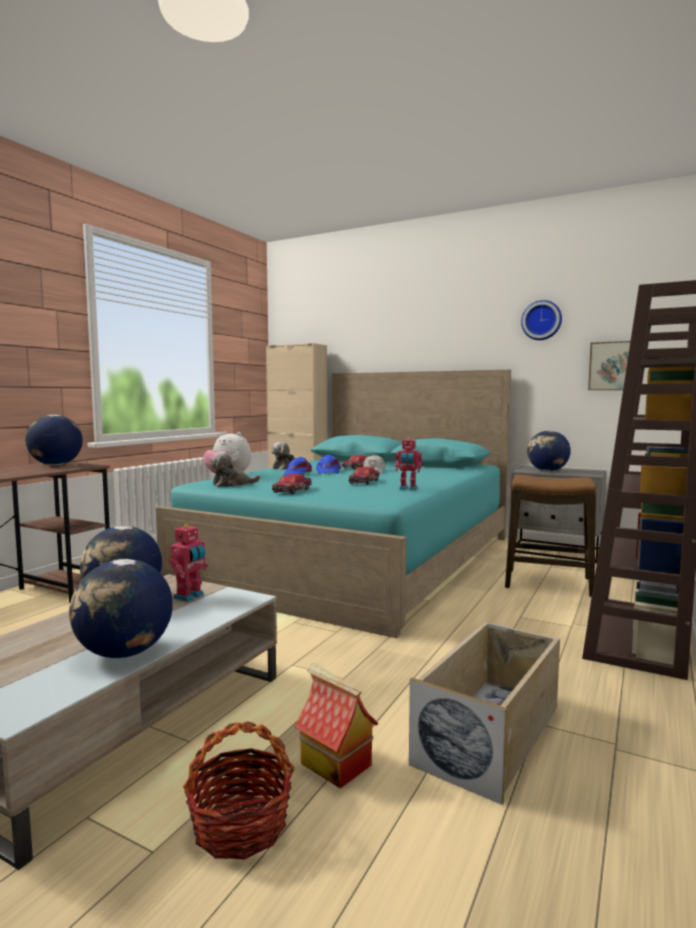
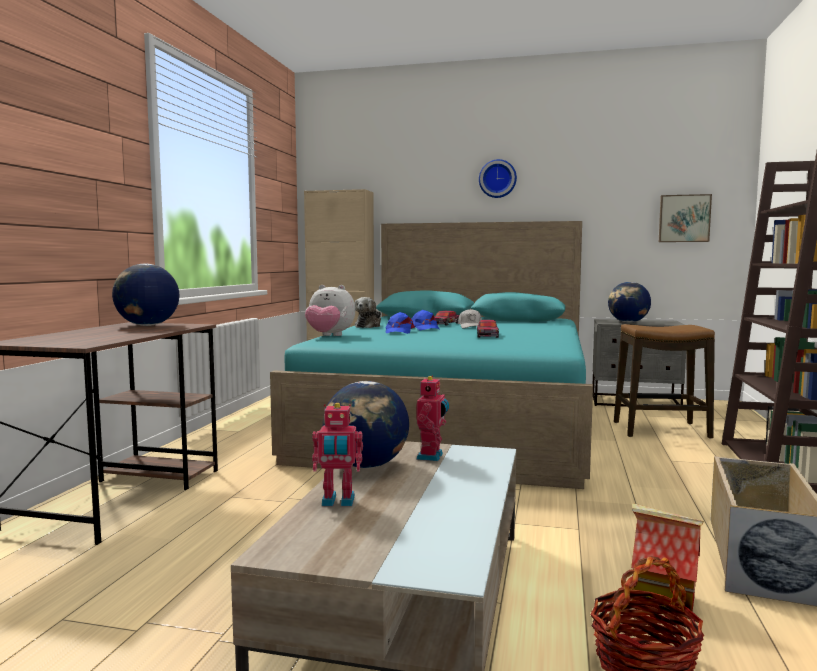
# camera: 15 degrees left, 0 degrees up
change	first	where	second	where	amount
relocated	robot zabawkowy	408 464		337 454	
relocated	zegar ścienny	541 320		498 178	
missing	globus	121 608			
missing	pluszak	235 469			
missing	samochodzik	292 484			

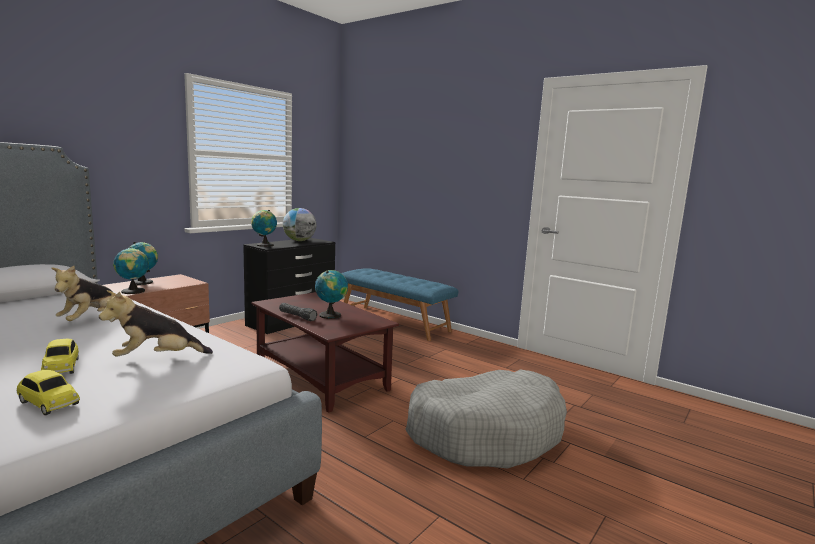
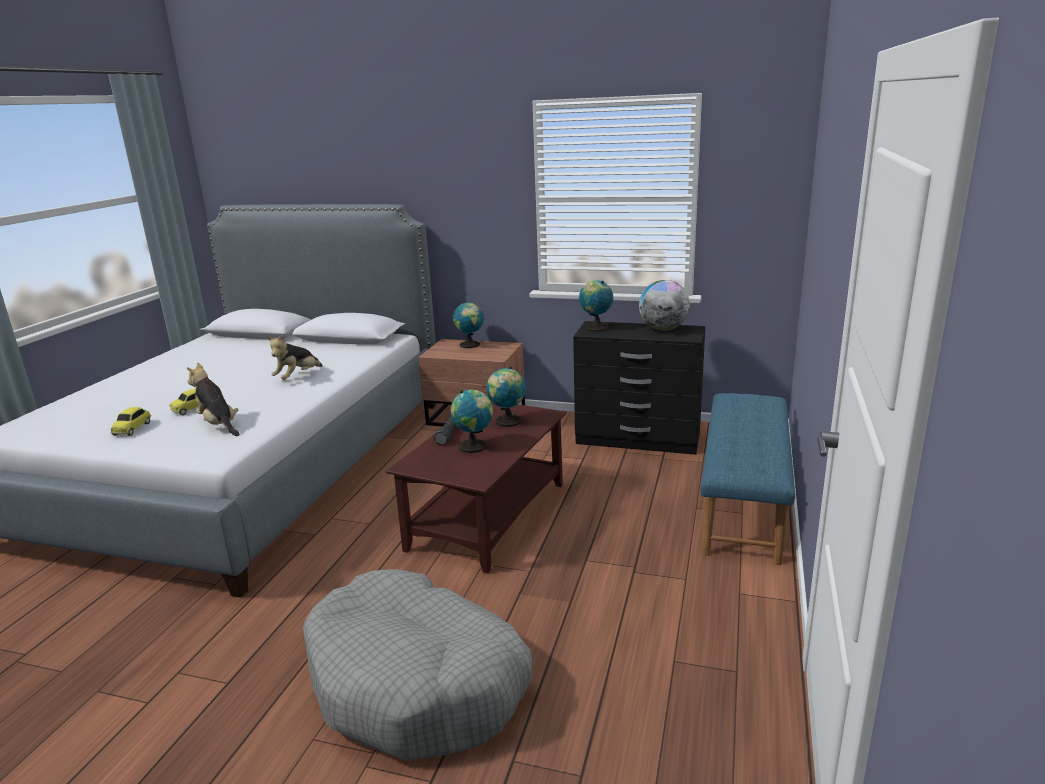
# camera: 70 degrees right, 10 degrees up
change	first	where	second	where	amount
spun	pluszak	82 293		294 357	60 degrees counterclockwise
relocated	globus	131 270		506 396	

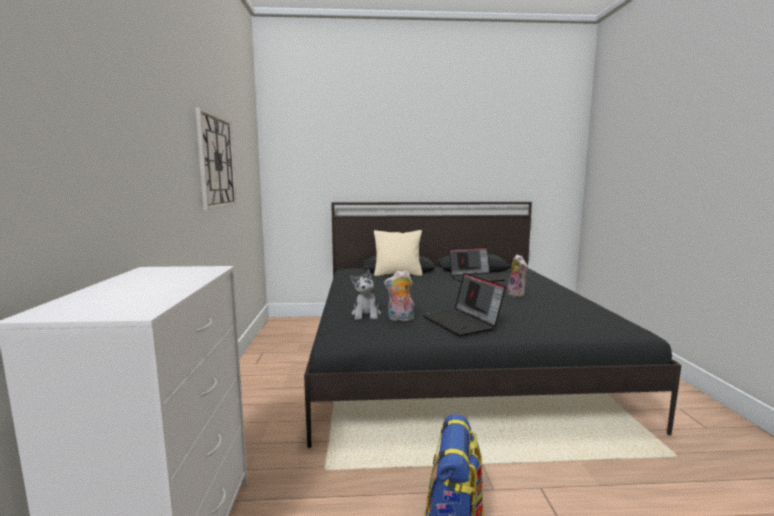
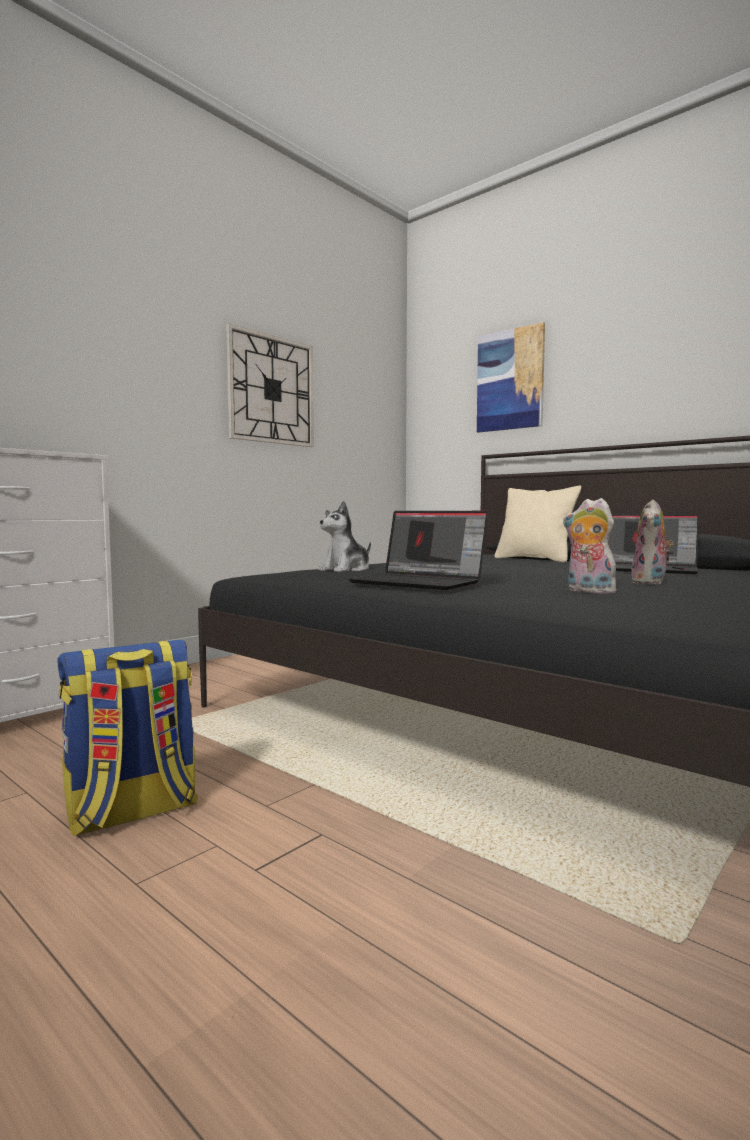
# camera: 45 degrees right, 5 degrees down
change	first	where	second	where	amount
spun	laptop	464 304		418 550	75 degrees counterclockwise
appeared			obraz	511 377	
relocated	pluszak	399 295		590 546	

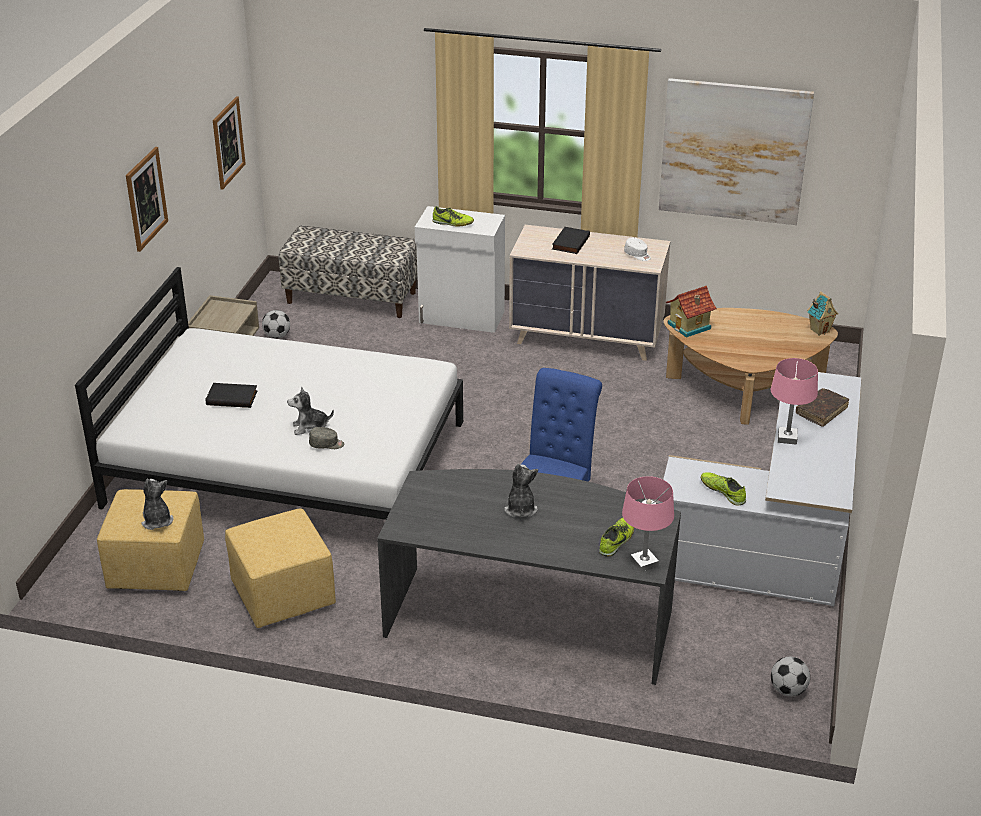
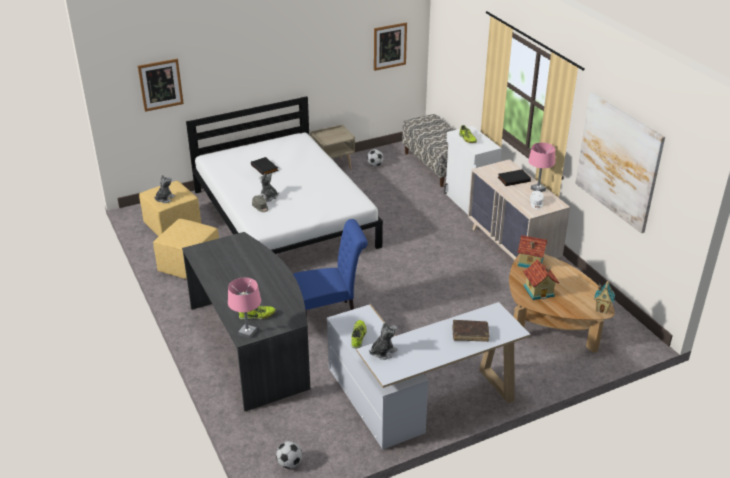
# camera: 50 degrees right, 0 degrees up
change	first	where	second	where	amount
relocated	obraz	147 199		161 85	
relocated	pluszak	521 490		383 341	
appeared			domek	541 279	
relocated	lampa stołowa/różowy	794 401		541 167	

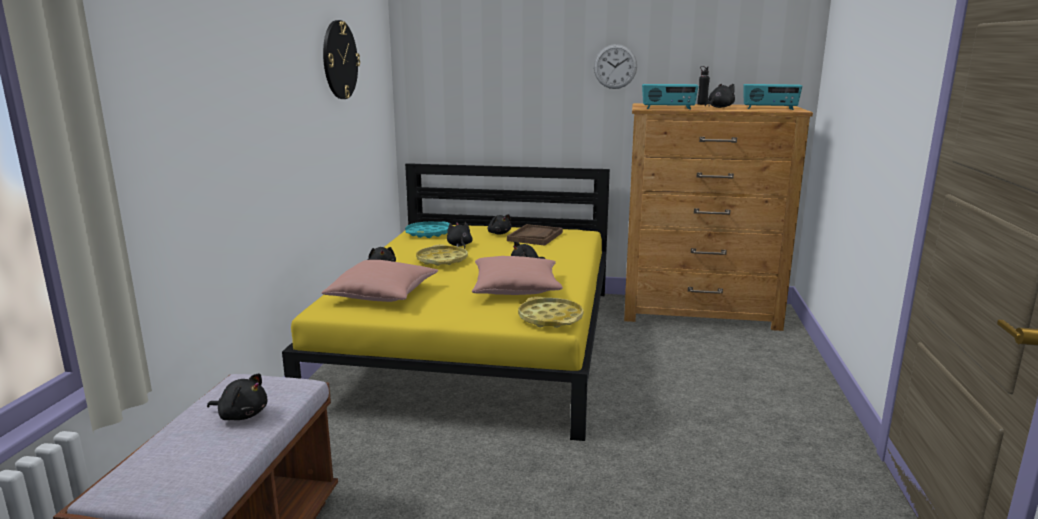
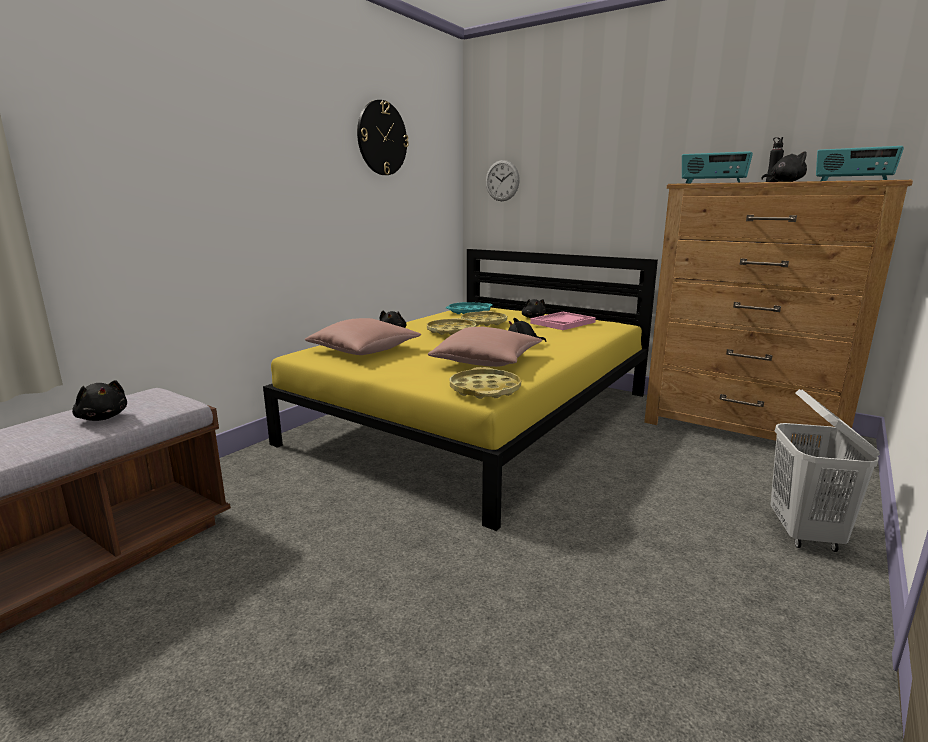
# camera: 25 degrees right, 0 degrees up
change	first	where	second	where	amount
exchanged	pluszak/czarny	460 235	taca/żółty	484 318	
relocated	zegar ścienny	615 66		503 180	
colour	taca/brązowy	535 234	taca/różowy	563 321	
appeared			kosz na pranie/biały	825 470	

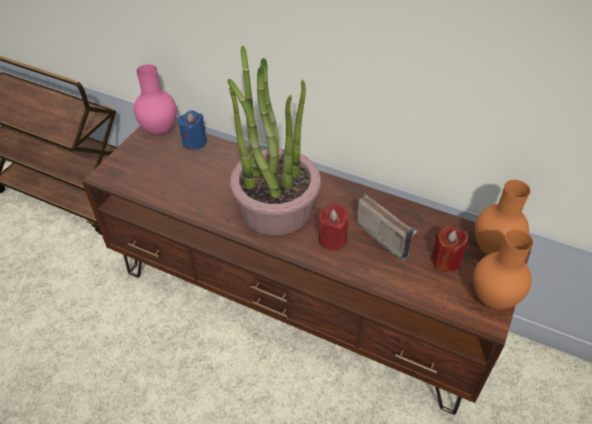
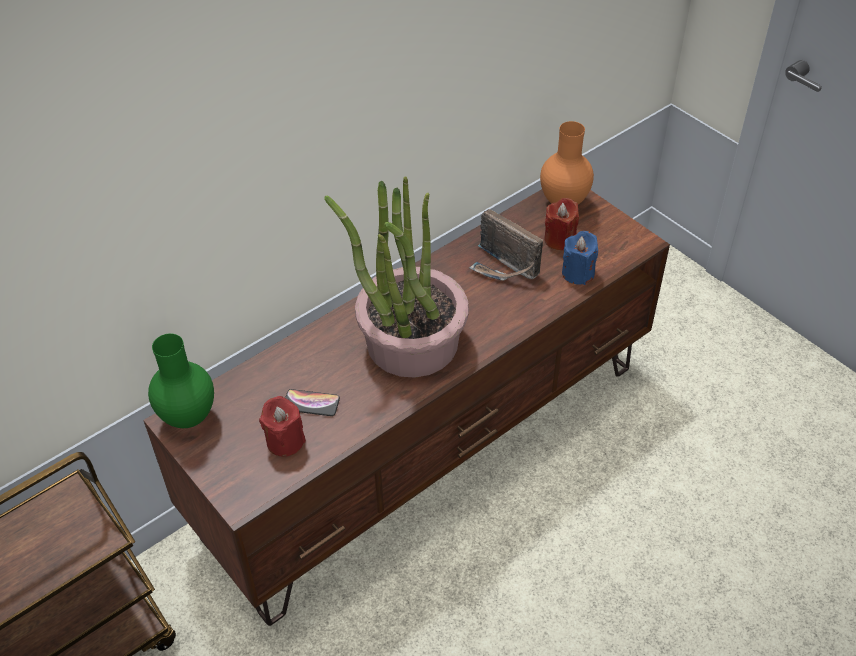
# camera: 65 degrees left, 0 degrees up
change	first	where	second	where	amount
colour	wazon/różowy	155 99	wazon/zielony	181 380	
relocated	świeca/czerwony	333 226		282 426	
appeared			telefon	312 402	
spun	radio	387 227		506 245	120 degrees counterclockwise
relocated	świeca/niebieski	192 130		580 258	
missing	wazon/pomarańczowy	503 269			

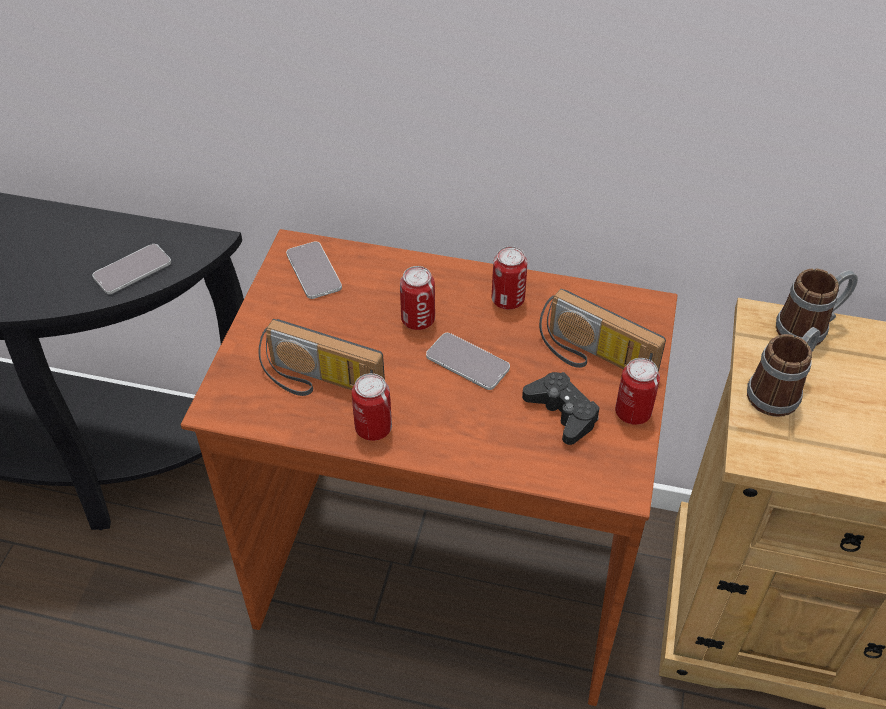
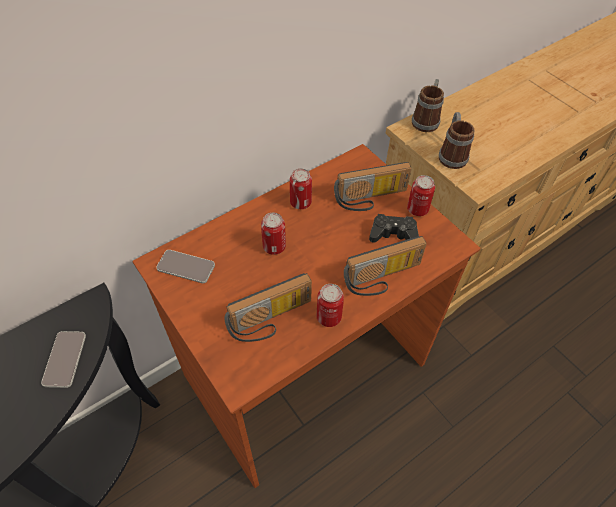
# camera: 50 degrees left, 5 degrees up
change	first	where	second	where	amount
appeared			radio	385 266	
missing	telefon	468 361			

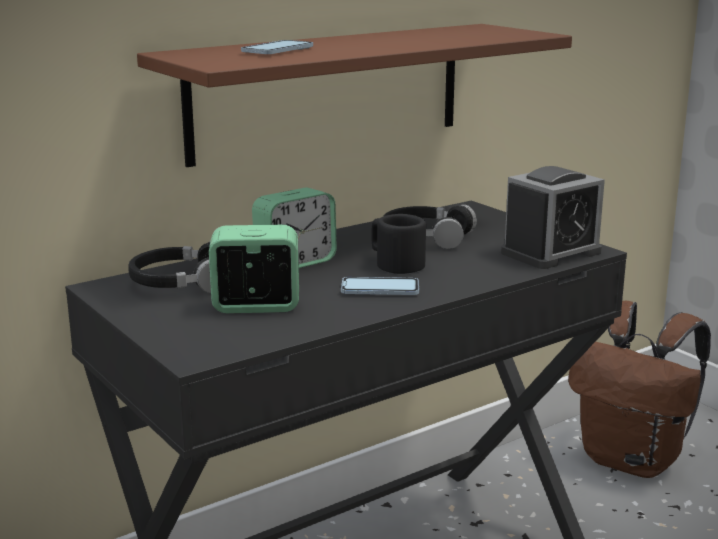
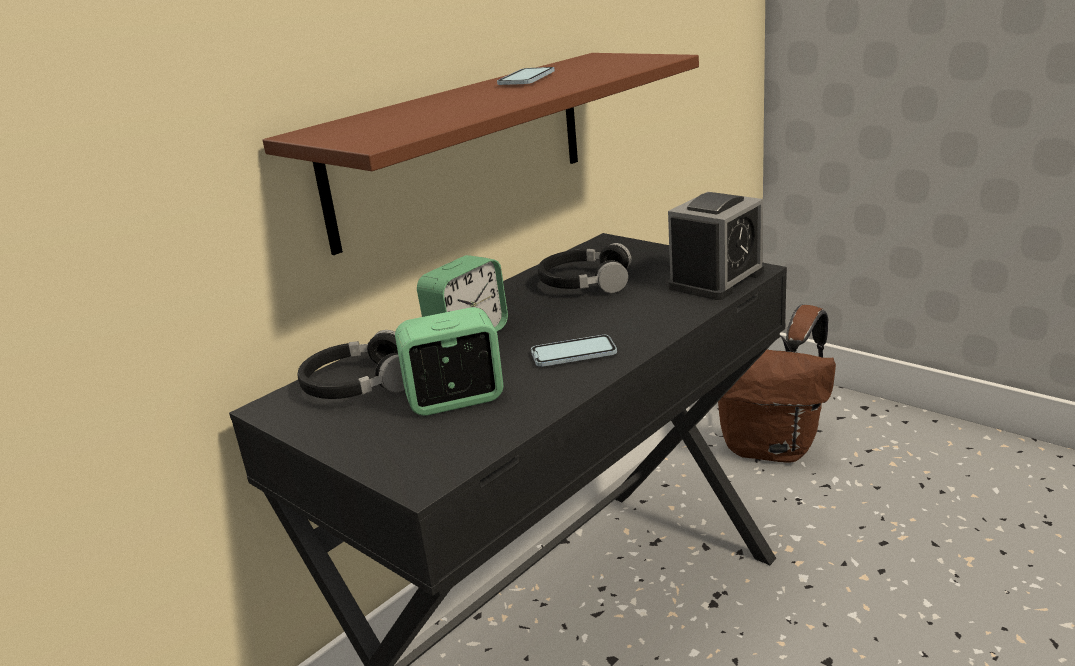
# camera: 10 degrees left, 5 degrees up
change	first	where	second	where	amount
relocated	telefon	277 47		526 76	
missing	kubek/czarny	399 244			

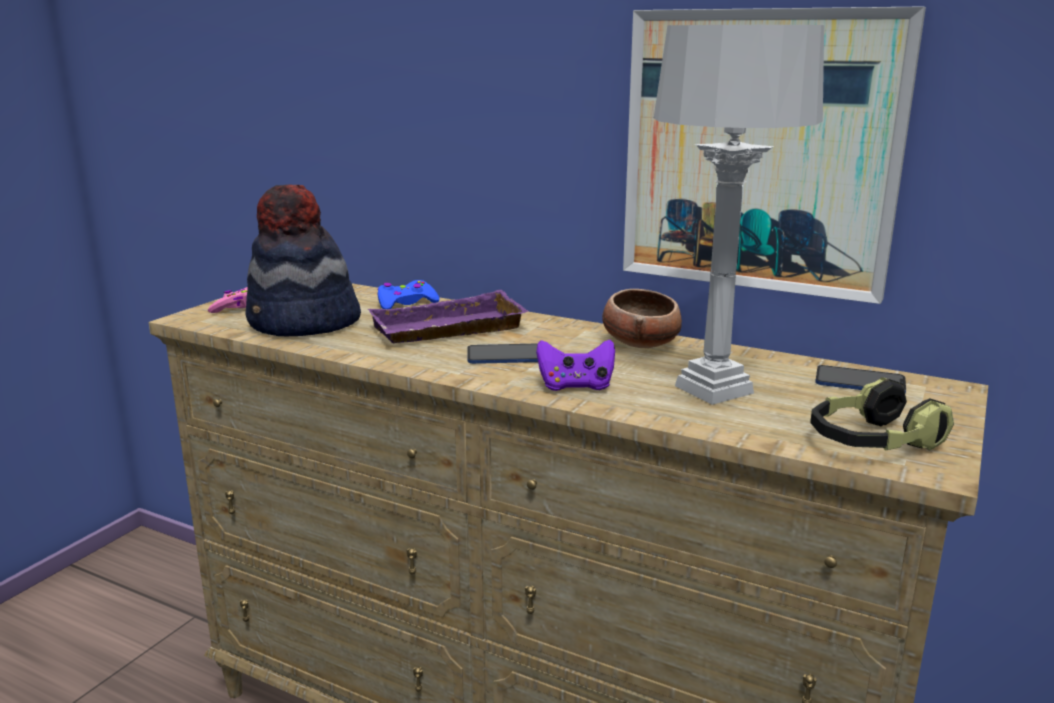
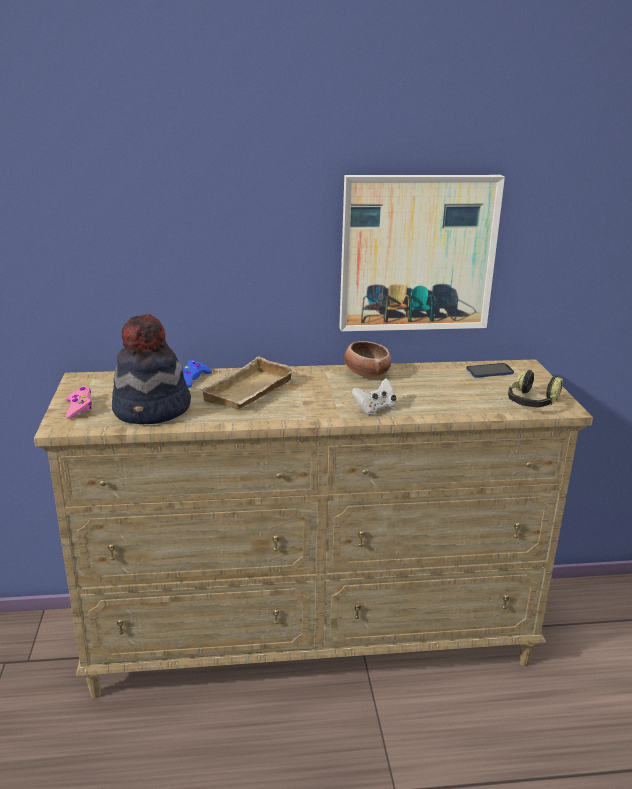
# camera: 35 degrees left, 5 degrees up
change	first	where	second	where	amount
colour	taca/fioletowy	448 316	taca/beżowy	249 382	
colour	pad do gier/fioletowy	575 365	pad do gier/biały	374 396	
missing	telefon	502 353			
missing	lampa stołowa/szary	739 215			

